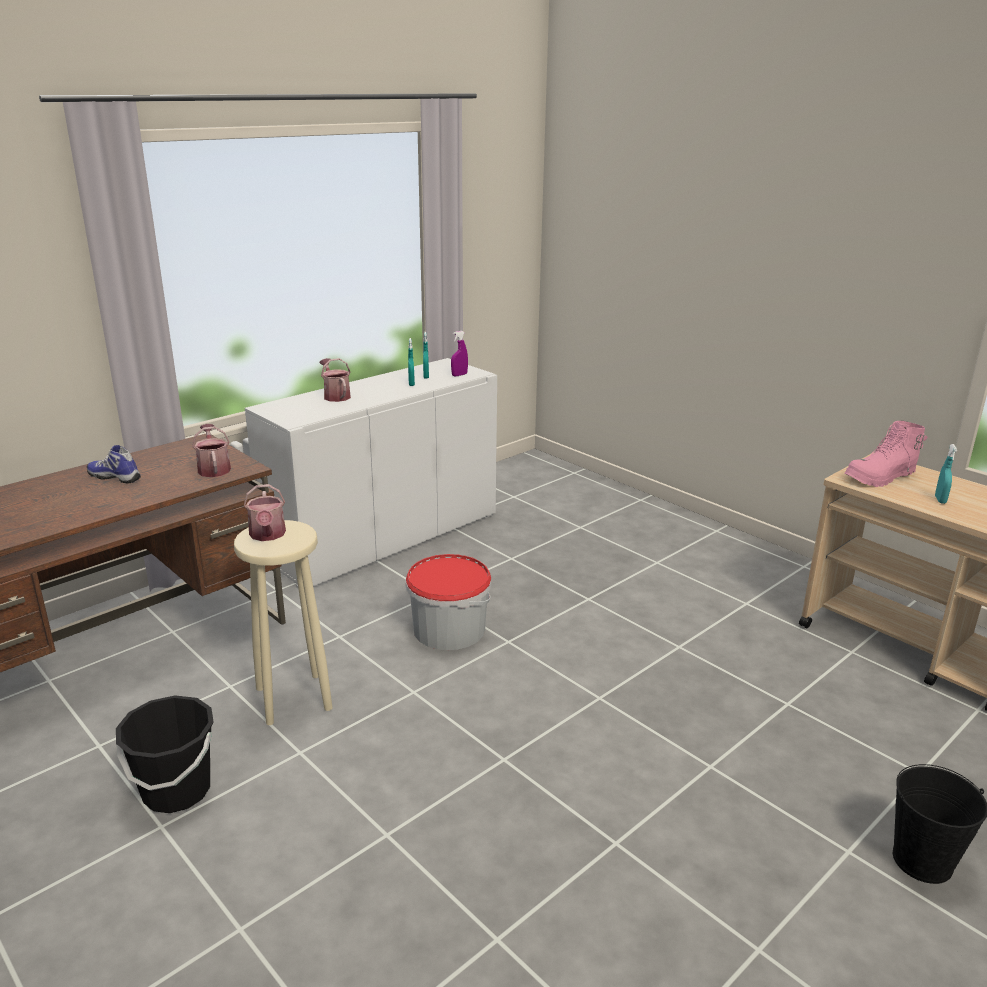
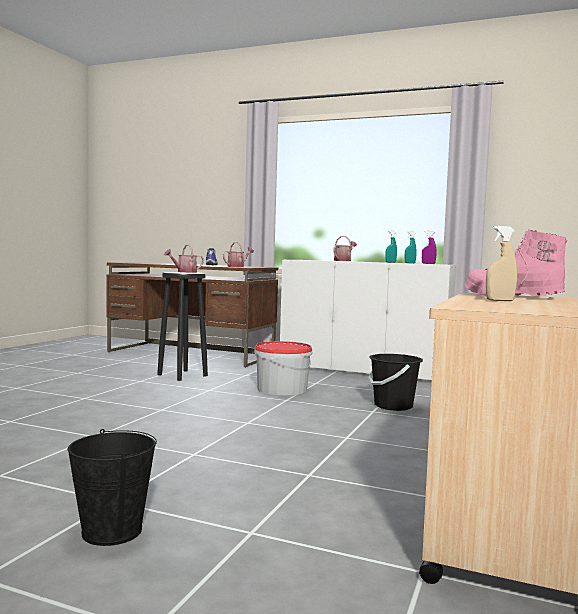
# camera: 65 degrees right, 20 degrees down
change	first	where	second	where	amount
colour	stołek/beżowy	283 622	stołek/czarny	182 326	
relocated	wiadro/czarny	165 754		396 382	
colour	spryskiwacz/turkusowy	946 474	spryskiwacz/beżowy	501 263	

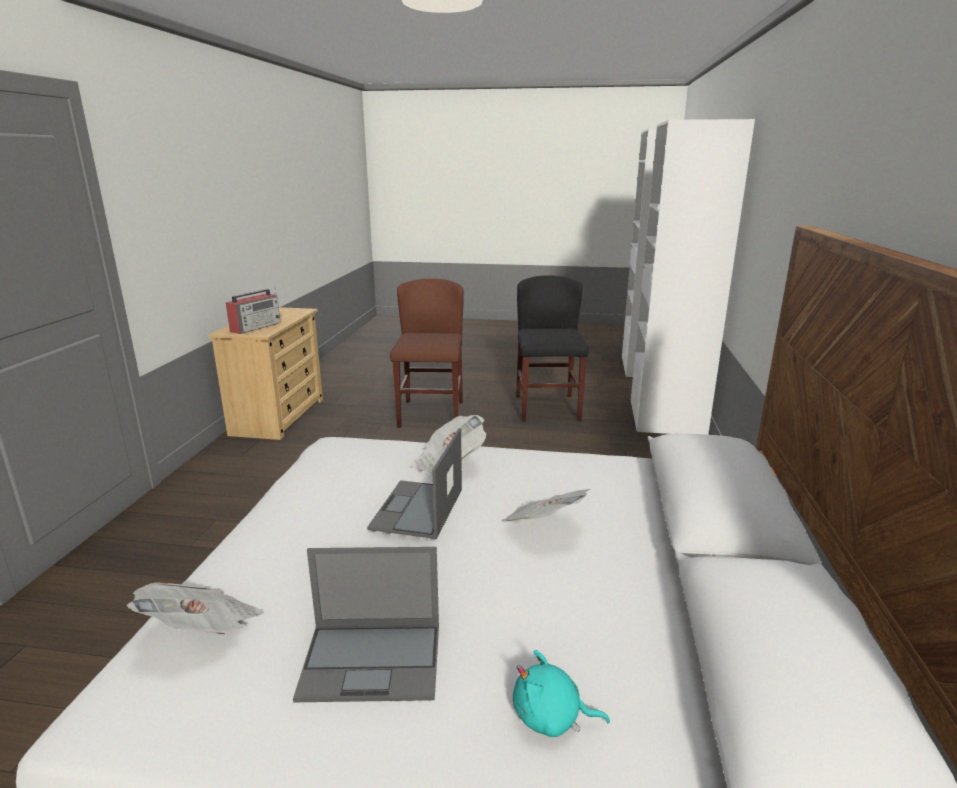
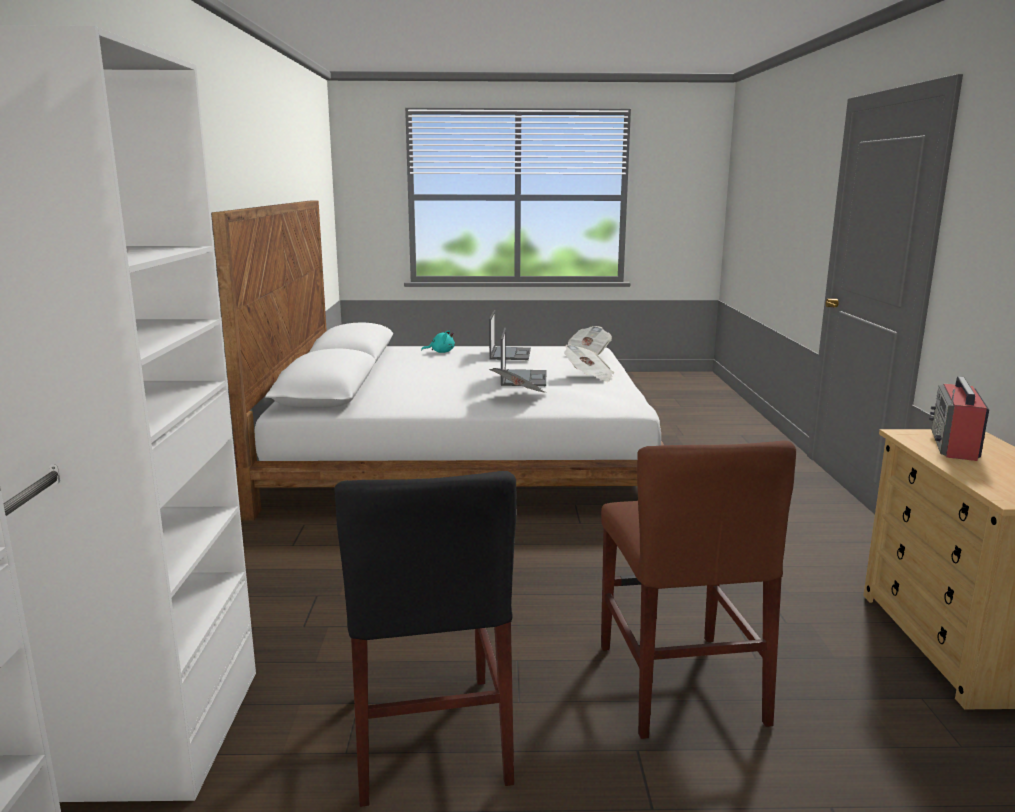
# camera: 170 degrees right, 5 degrees down
change	first	where	second	where	amount
spun	laptop	366 624		510 335	105 degrees clockwise
relocated	gazeta	546 505		589 363	

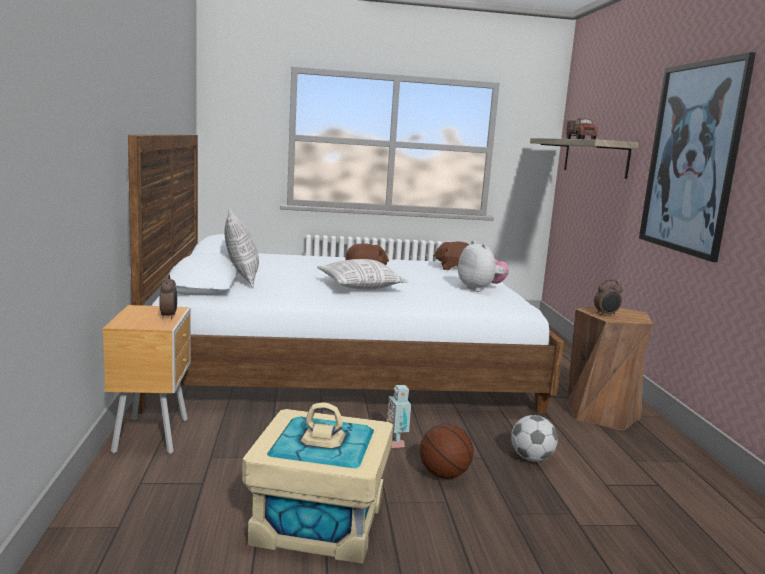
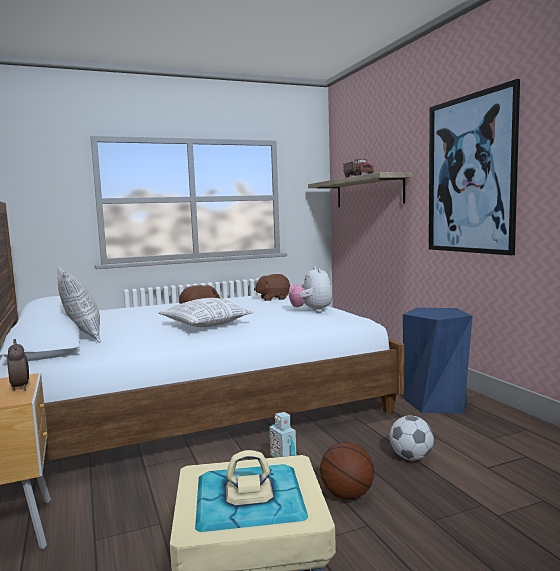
# camera: 15 degrees left, 5 degrees down
change	first	where	second	where	amount
spun	pluszak	483 266		311 289	150 degrees counterclockwise
colour	stołek/brązowy	610 368	stołek/niebieski	438 360	
missing	budzik	608 297			

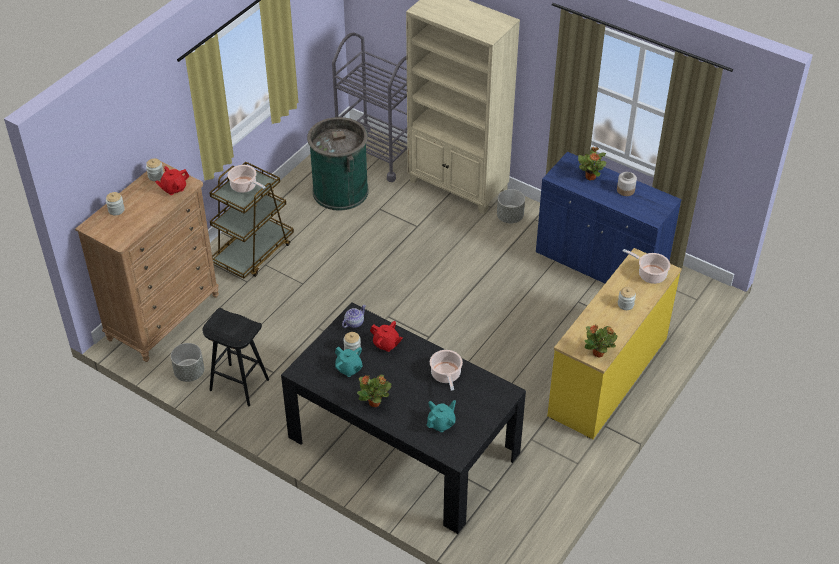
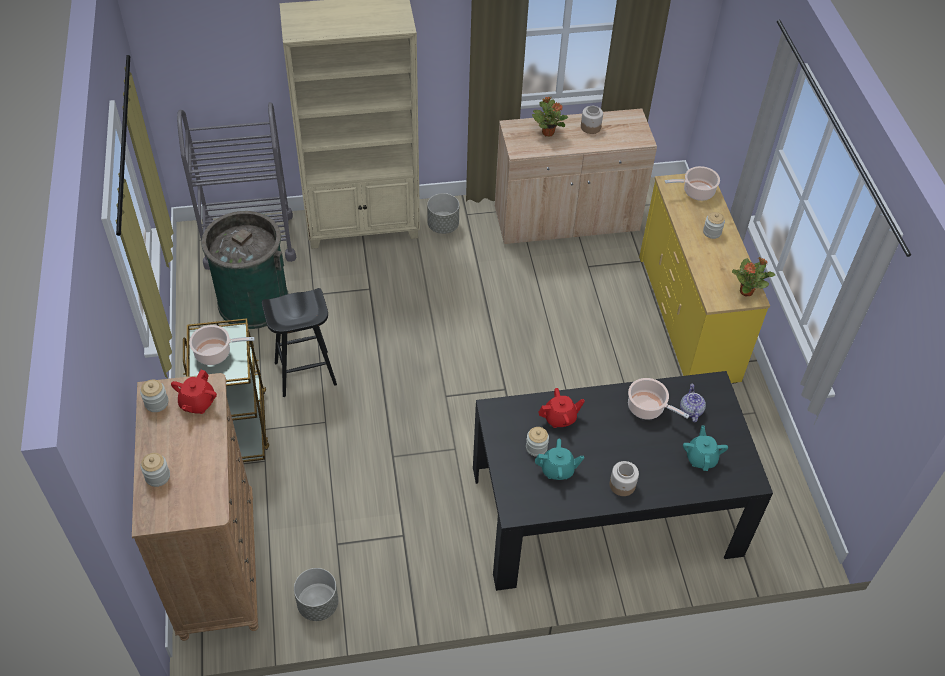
# camera: 45 degrees left, 5 degrees up
change	first	where	second	where	amount
relocated	stołek/czarny	235 357		299 342	
colour	szafka/niebieski	609 217	szafka/beżowy	576 176	
exchanged	roślina doniczkowa	374 391	słoik	624 478	
relocated	imbryk	354 316		693 402	

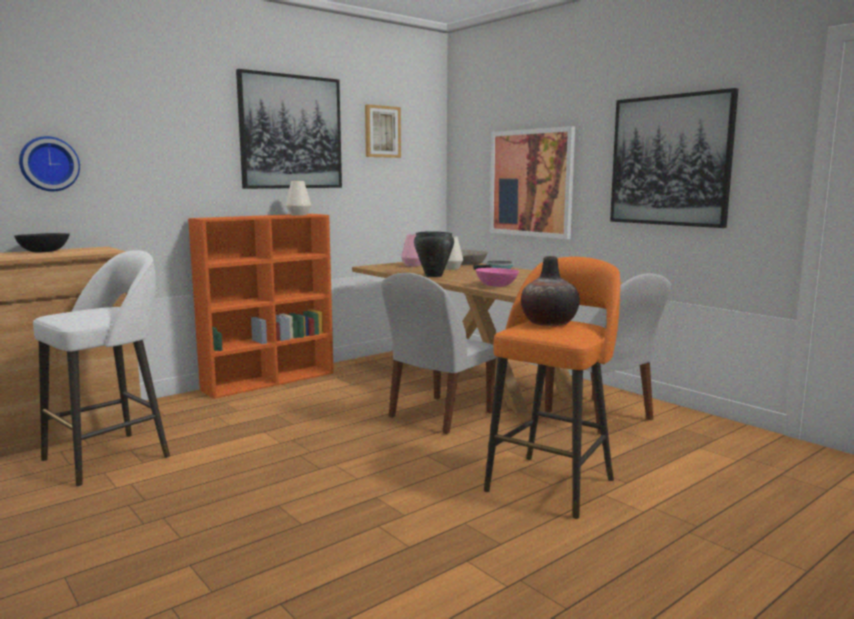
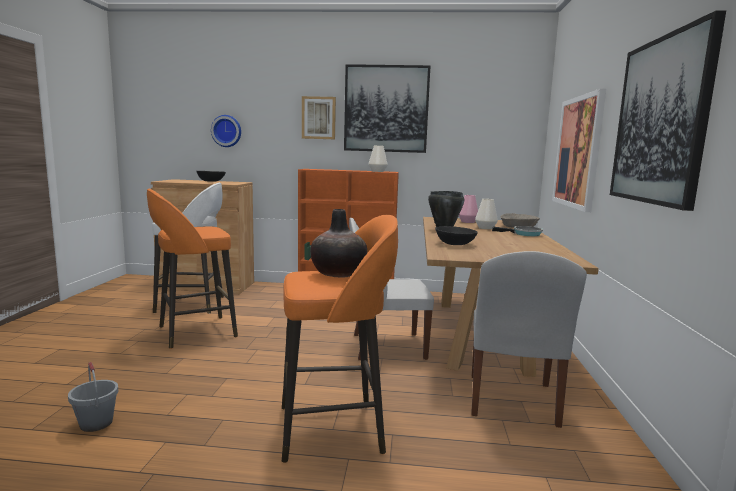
# camera: 45 degrees right, 0 degrees up
change	first	where	second	where	amount
appeared			wiadro/szary	93 397	
appeared			stołek/pomarańczowy	192 269	
relocated	obraz	383 131		319 117	
colour	miska/różowy	497 277	miska/czarny	456 235	

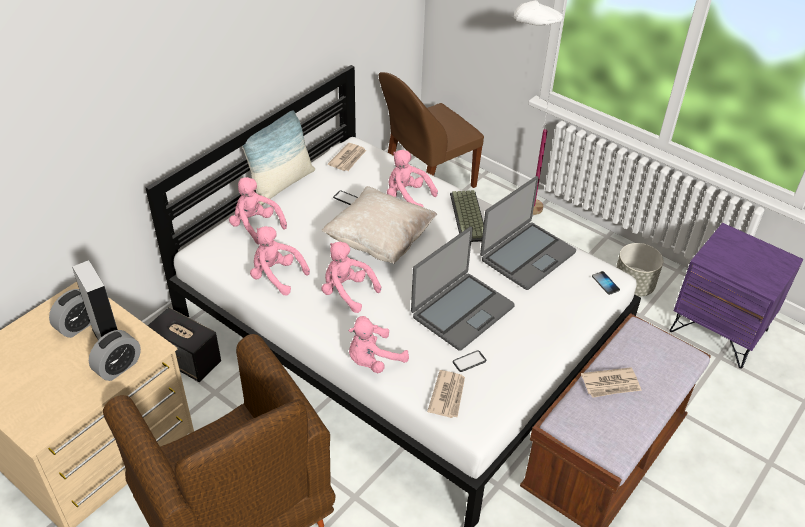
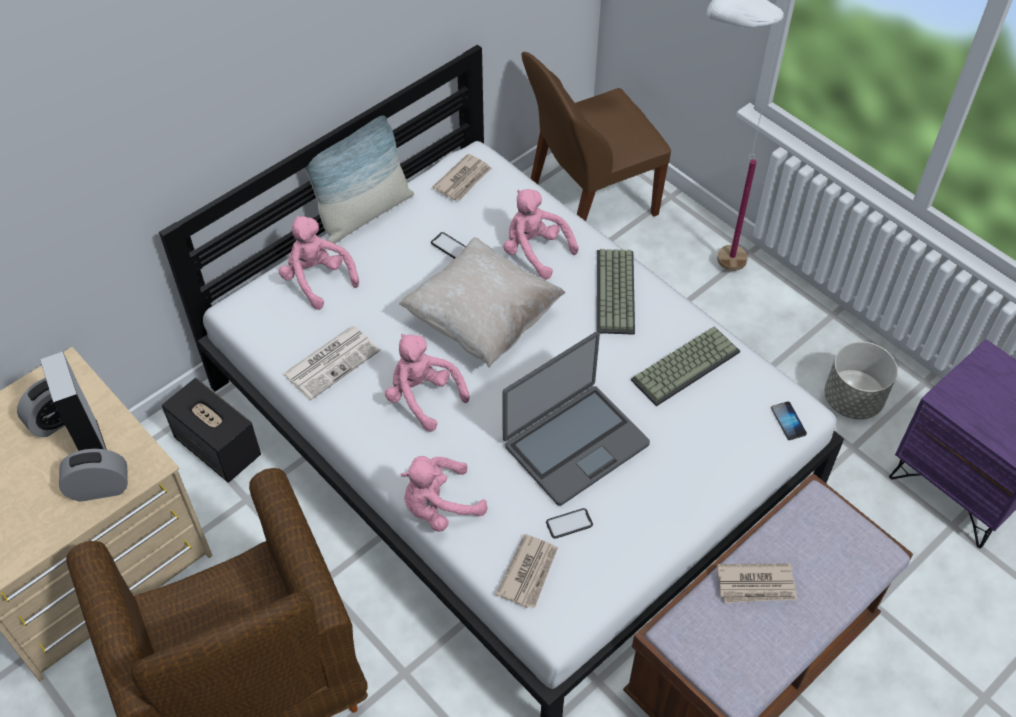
# camera: 10 degrees right, 10 degrees up
change	first	where	second	where	amount
spun	budzik	115 355		93 475	150 degrees counterclockwise
exchanged	pluszak/różowy	280 260	gazeta	331 363	
exchanged	laptop	528 233	klawiatura	685 366	

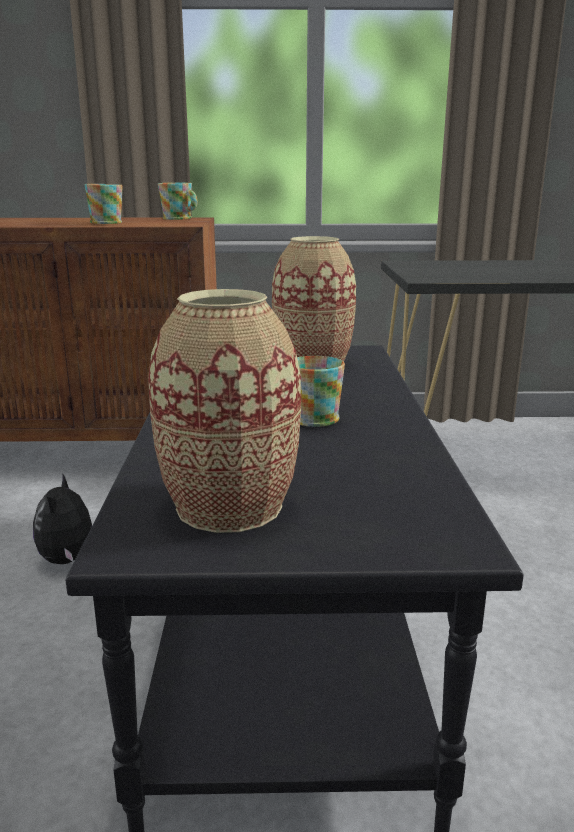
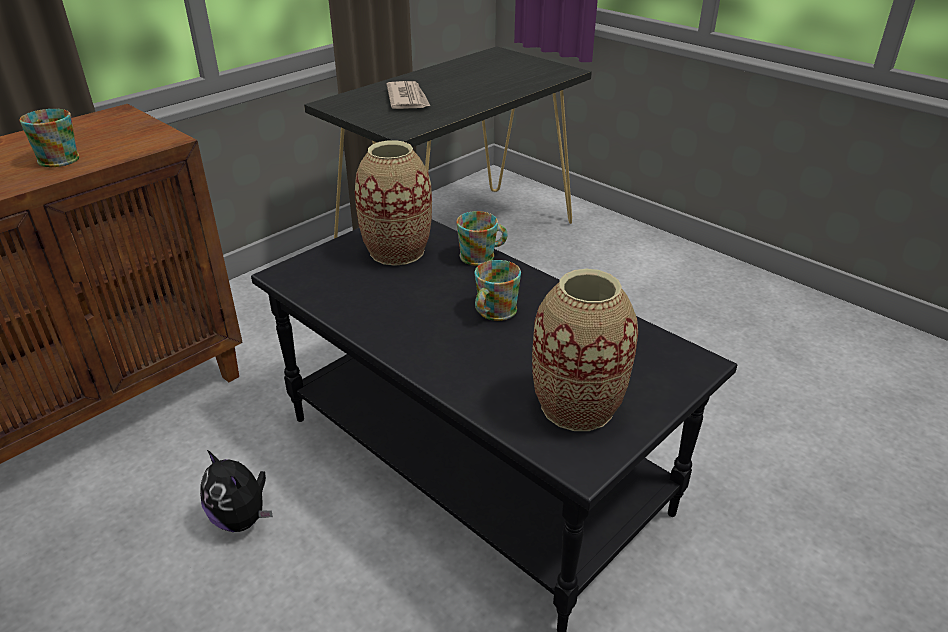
# camera: 45 degrees left, 15 degrees up
change	first	where	second	where	amount
appeared			gazeta	408 95	
relocated	kubek	178 201		482 238	

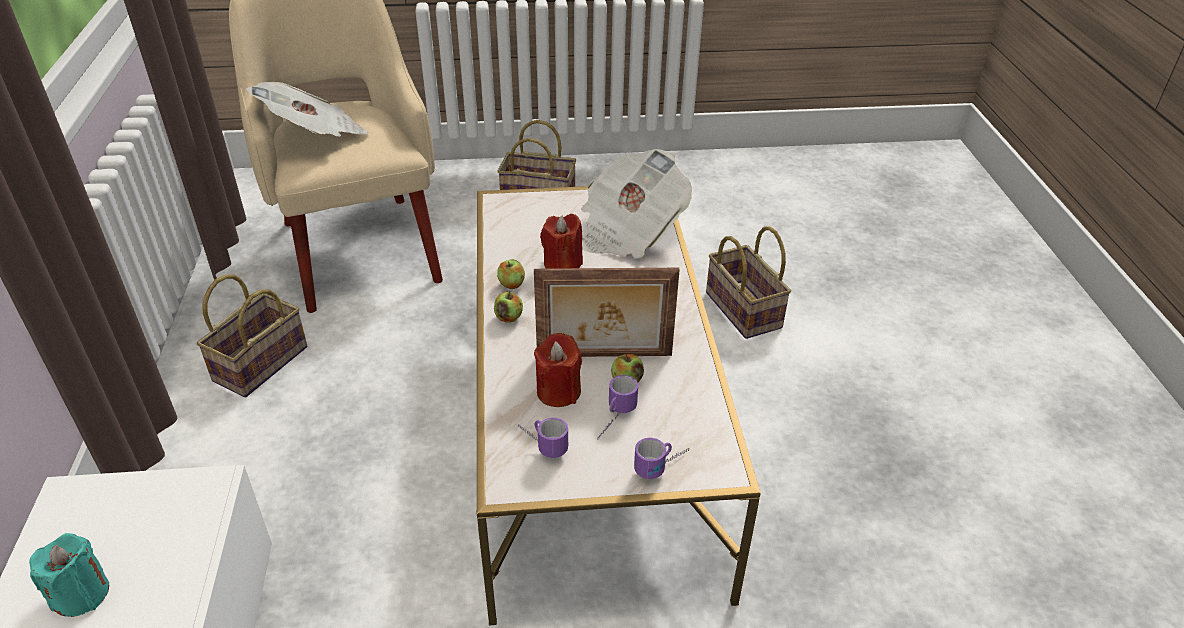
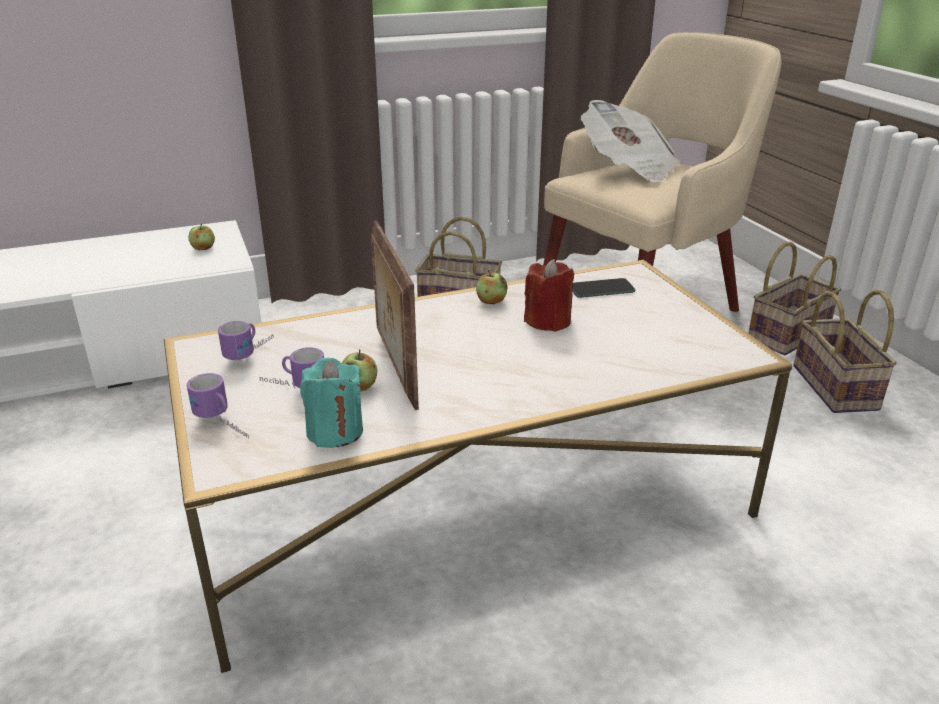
# camera: 75 degrees right, 10 degrees down
change	first	where	second	where	amount
relocated	jabłko	508 307		201 237	
relocated	świeca/turkusowy	69 575		331 403	
appeared			telefon	603 288	
relocated	koszyk	748 282		794 298	
missing	świeca/czerwony	558 370			
missing	gazeta	636 203			

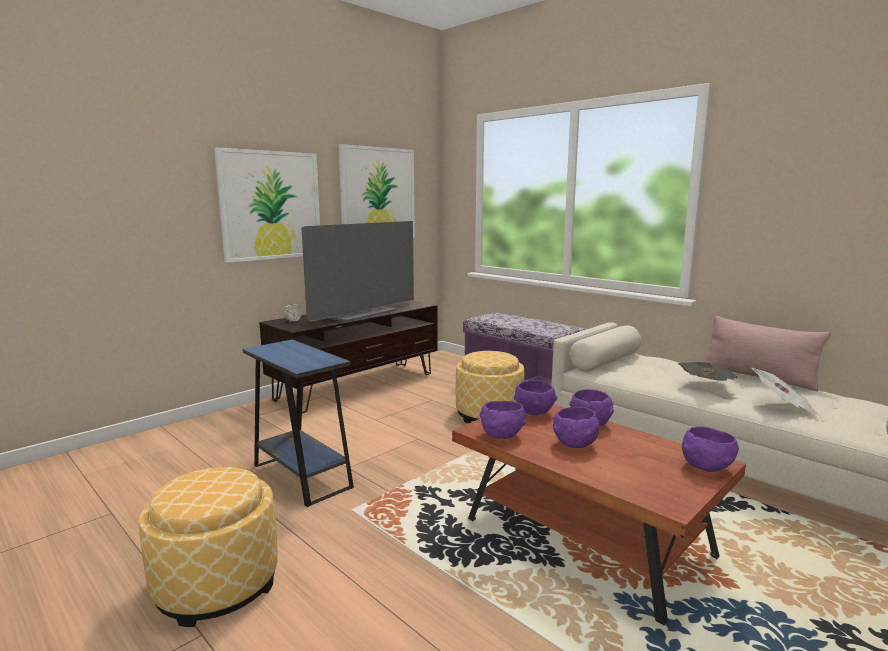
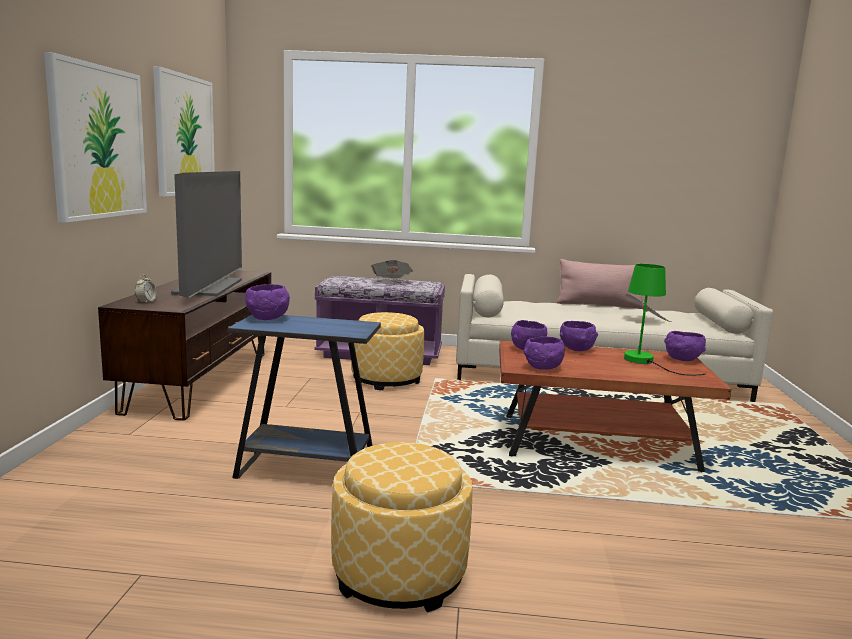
# camera: 40 degrees left, 0 degrees up
change	first	where	second	where	amount
relocated	miska/fioletowy	576 427		267 302	
relocated	gazeta	708 371		392 269	
appeared			lampa stołowa/zielony	665 320	

